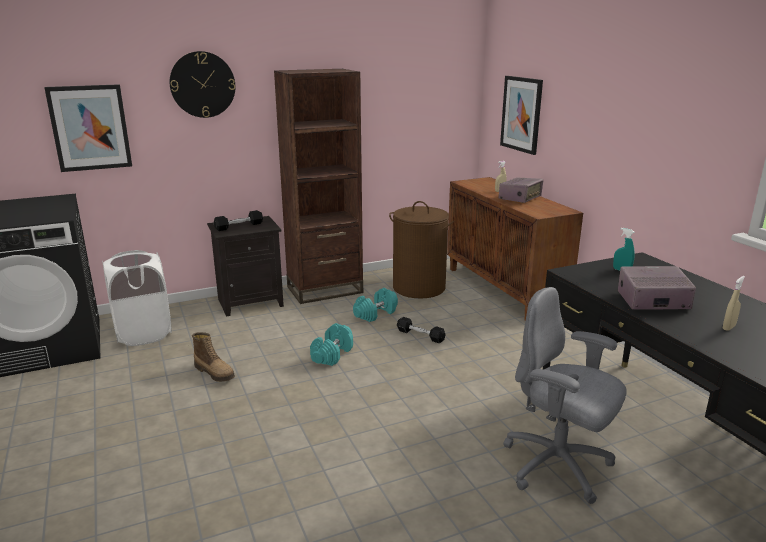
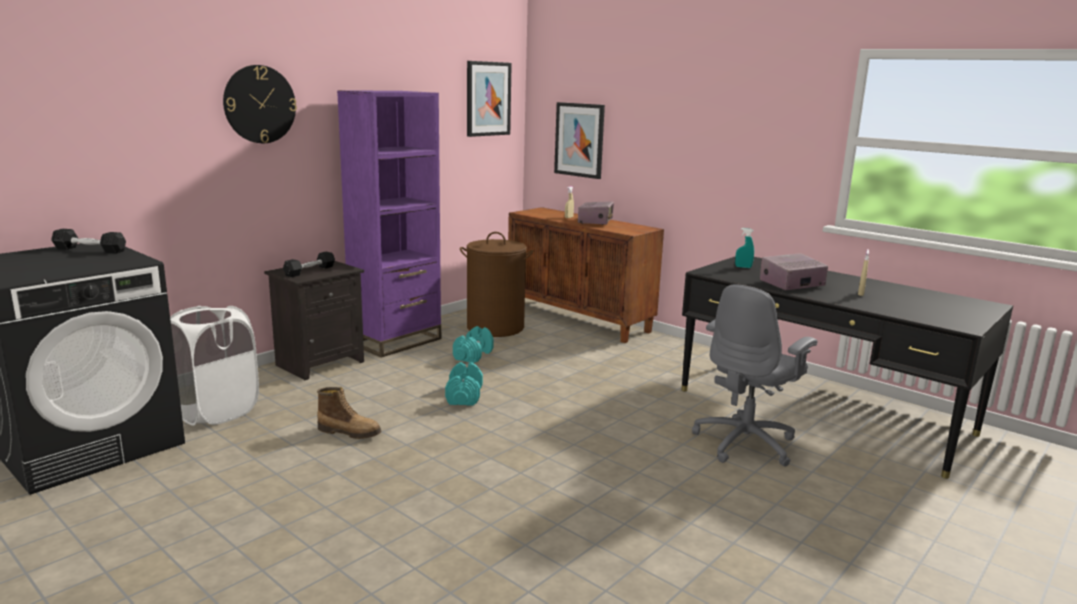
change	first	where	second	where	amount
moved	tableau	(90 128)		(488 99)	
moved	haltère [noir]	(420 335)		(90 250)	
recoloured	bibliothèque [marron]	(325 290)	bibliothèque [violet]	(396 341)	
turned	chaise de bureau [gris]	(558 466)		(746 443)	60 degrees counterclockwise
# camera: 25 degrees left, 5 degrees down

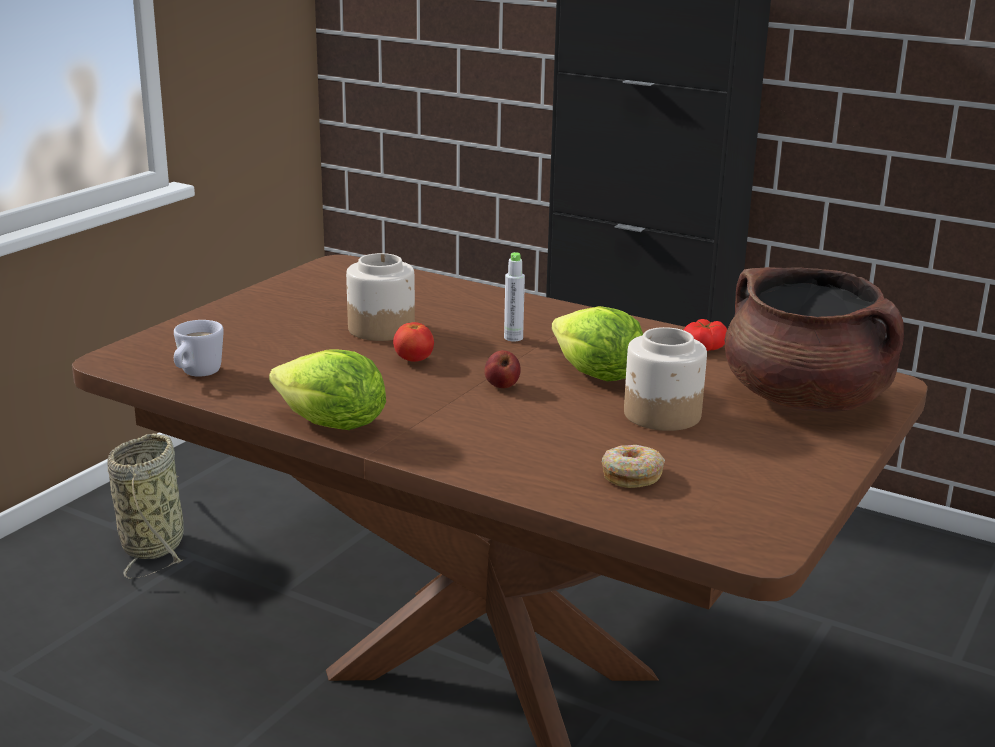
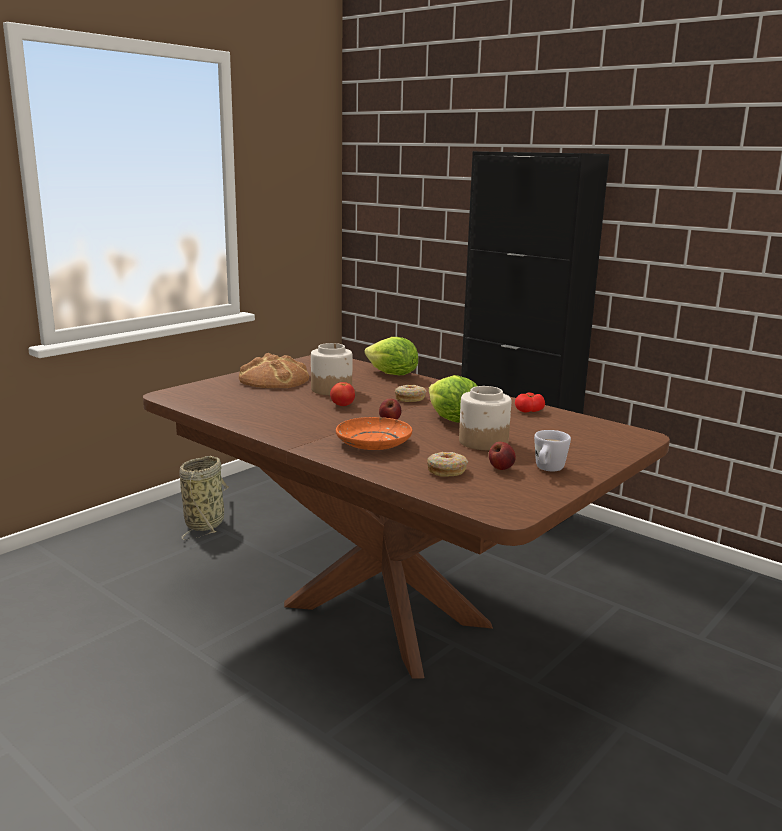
change	first	where	second	where	amount
removed	marmite [marron]	(805 400)			
added			pain	(274 379)	
added			assiette [orange]	(373 443)	
added			pomme	(501 468)	
moved	mug [blanc]	(196 374)		(547 470)	
moved	laitue	(332 426)		(392 375)	
replaced	bouteille [gris]	(513 338)	beignet	(410 398)	
# camera: 10 degrees right, 5 degrees down

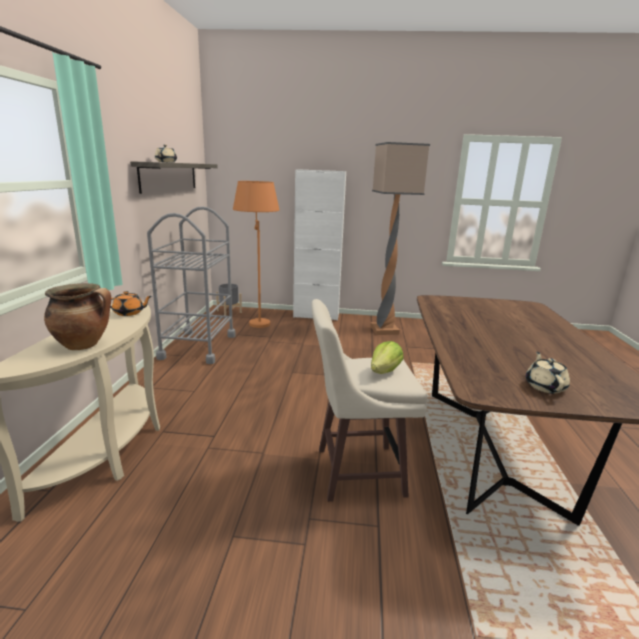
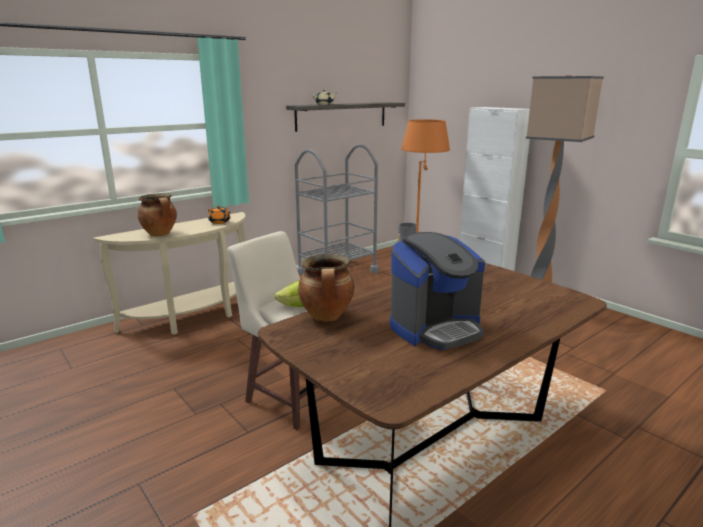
change	first	where	second	where	amount
removed	théière [beige]	(545 386)			
added			marmite	(327 317)	
added			machine à café	(436 328)	
# camera: 45 degrees right, 0 degrees up

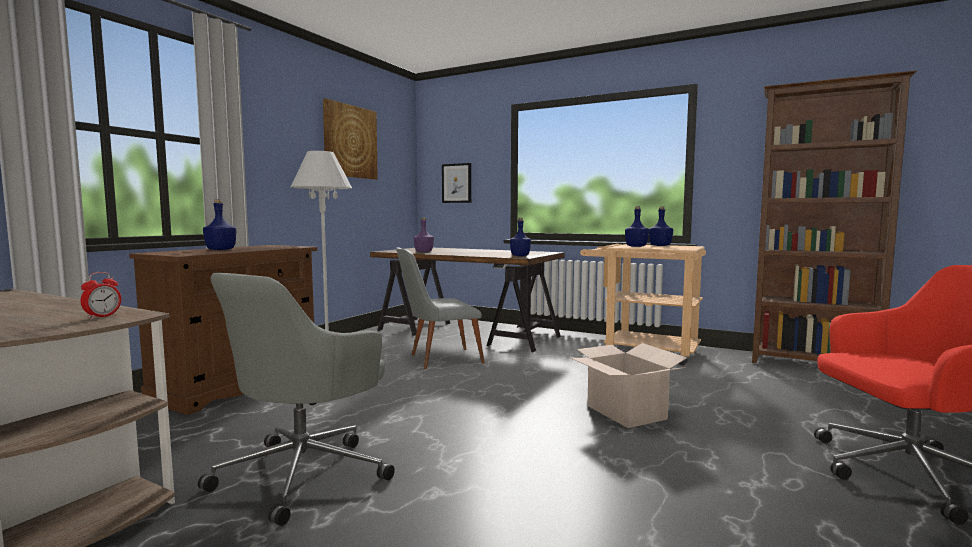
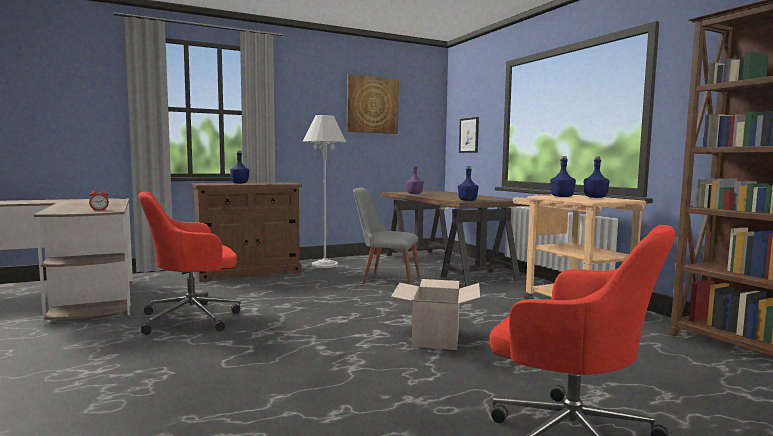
change	first	where	second	where	amount
recoloured	chaise de bureau [gris]	(305 473)	chaise de bureau [rouge]	(193 318)	
# camera: 35 degrees right, 0 degrees up

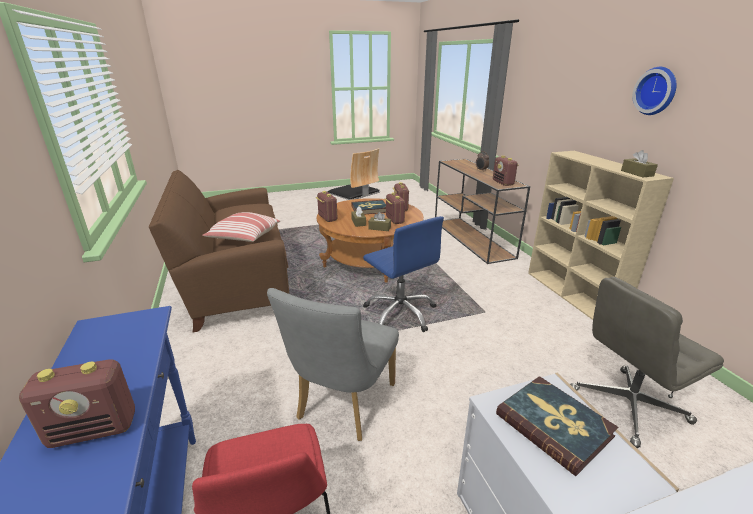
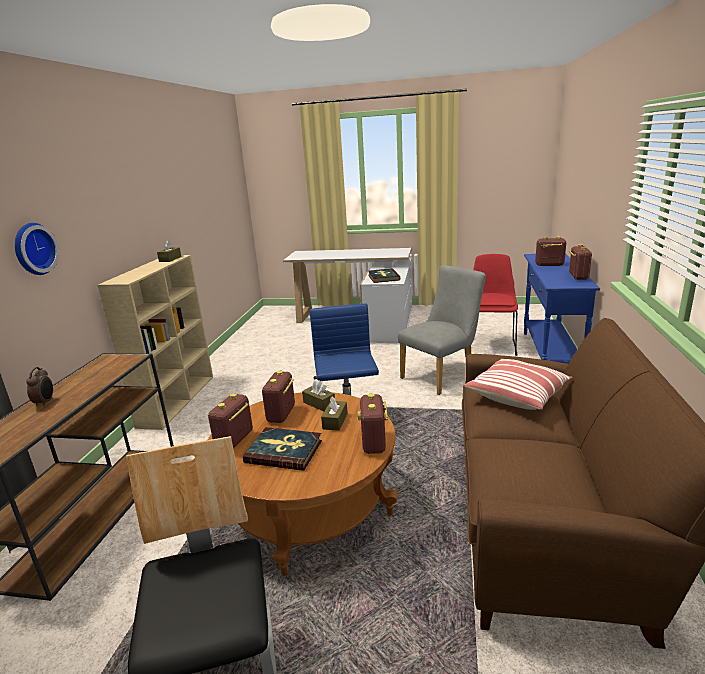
change	first	where	second	where	amount
removed	chaise de bureau [gris]	(627 406)			
moved	radio	(503 183)		(578 276)	
moved	horloge murale	(657 91)		(32 249)	
# camera: 150 degrees left, 5 degrees down

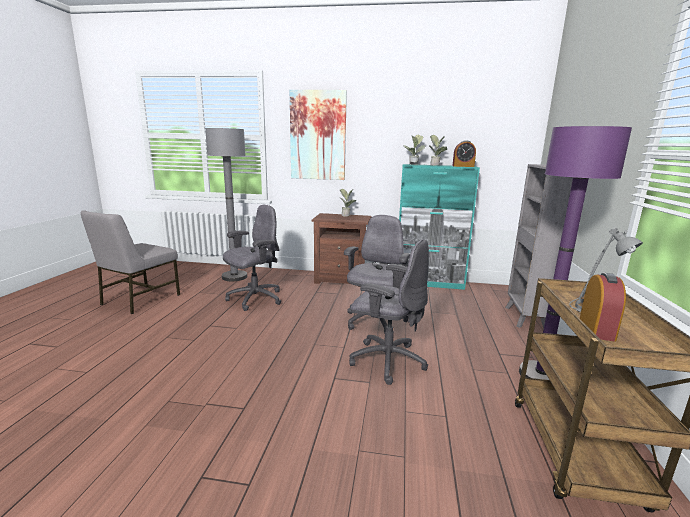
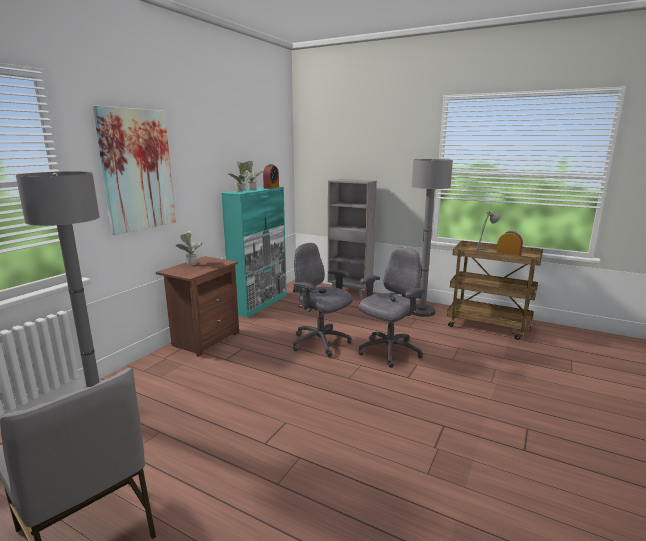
change	first	where	second	where	amount
removed	chaise de bureau [gris]	(254 299)			
recoloured	lampadaire [violet]	(541 376)	lampadaire [gris]	(421 311)	
# camera: 70 degrees left, 0 degrees up

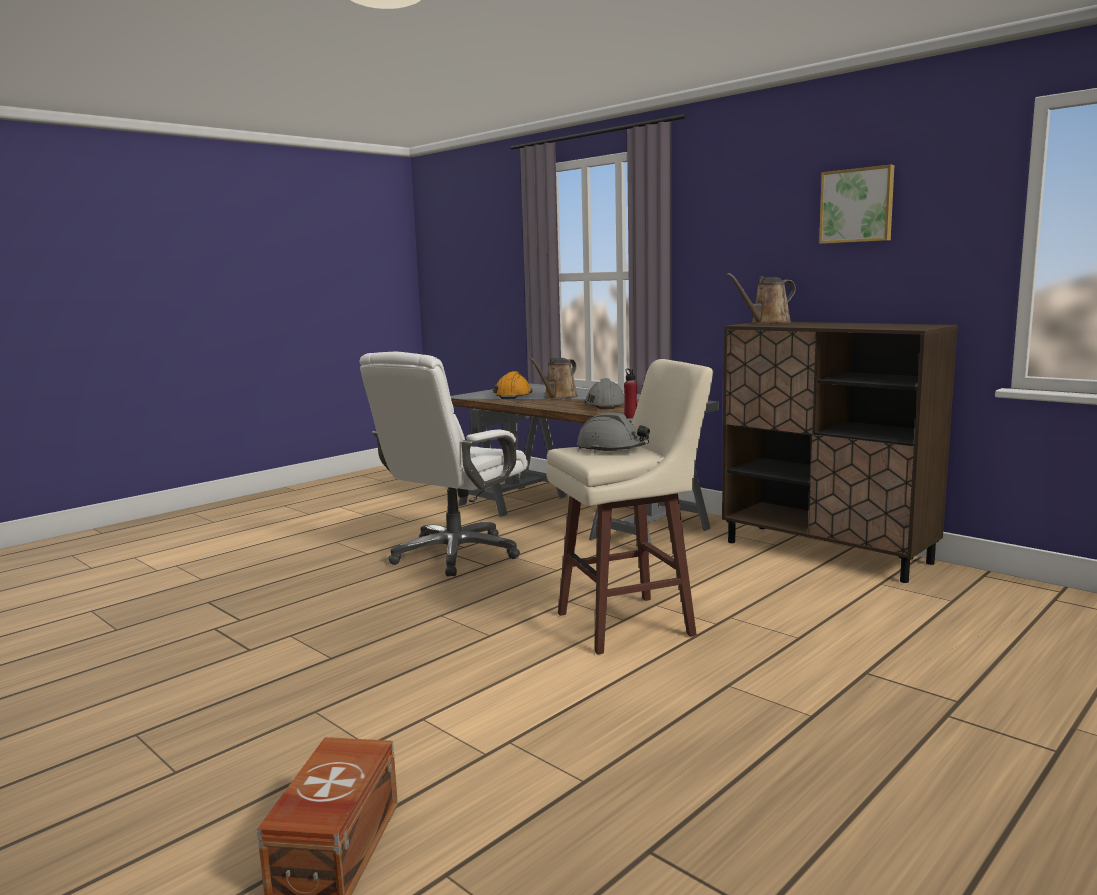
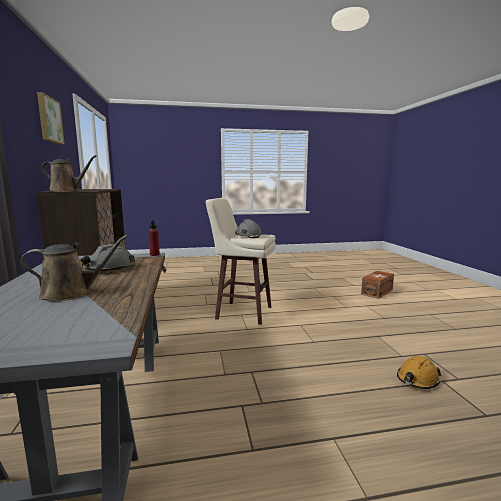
change	first	where	second	where	amount
removed	chaise de bureau [blanc]	(454 554)			
moved	casque de chantier [orange]	(513 395)		(417 380)	
# camera: 145 degrees left, 0 degrees up

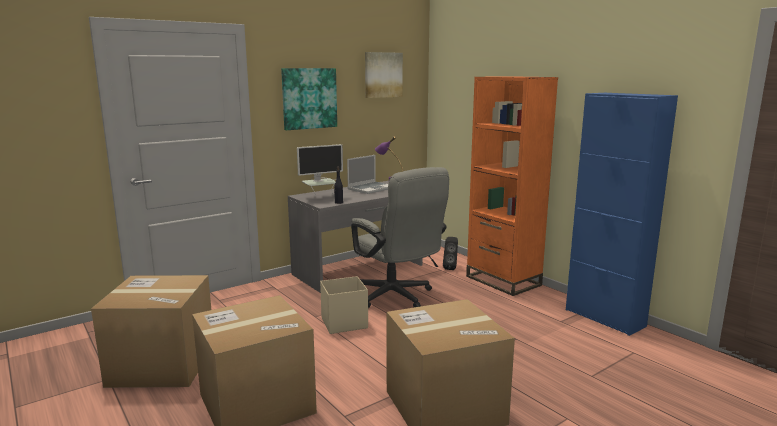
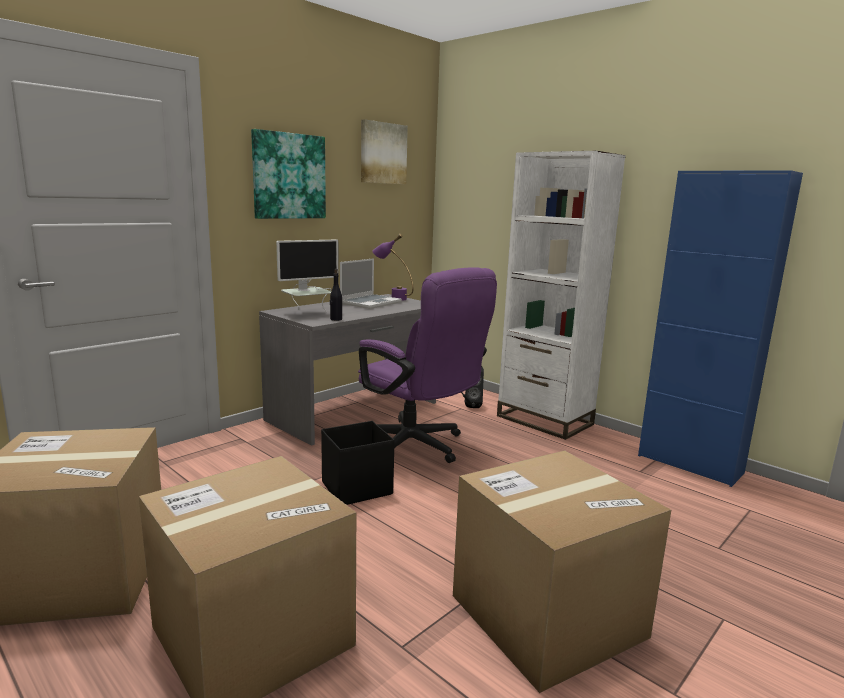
change	first	where	second	where	amount
recoloured	boîte de rangement [beige]	(343 323)	boîte de rangement [noir]	(355 488)	
recoloured	chaise de bureau [gris]	(396 297)	chaise de bureau [violet]	(417 447)	
recoloured	bibliothèque [orange]	(503 281)	bibliothèque [blanc]	(544 420)	
# camera: 10 degrees left, 0 degrees up

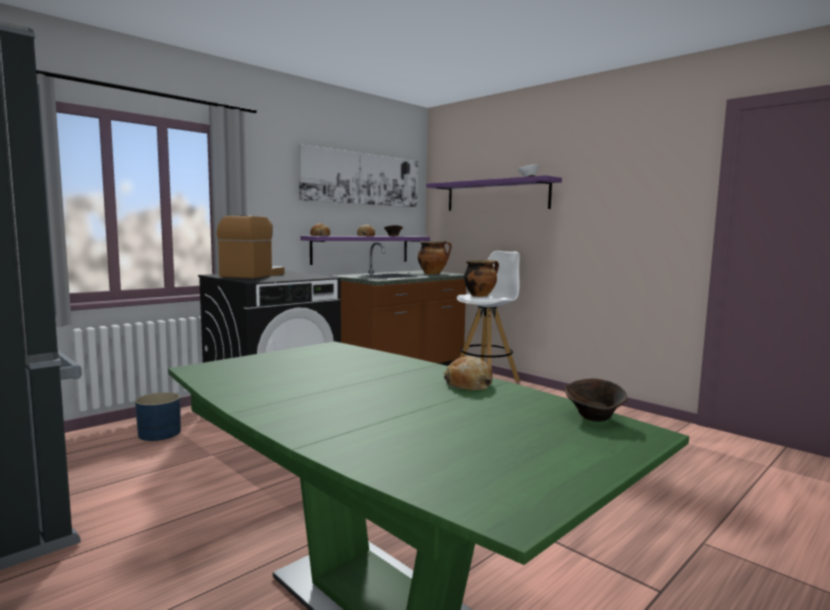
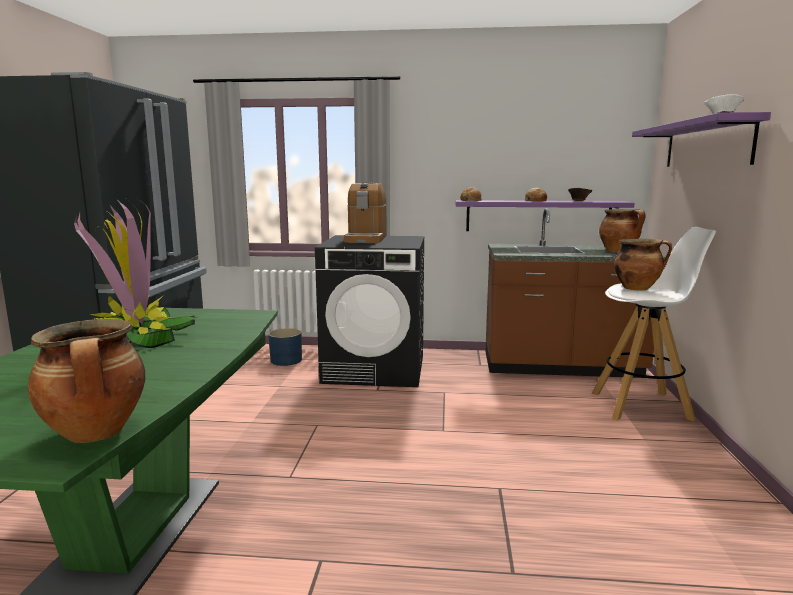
change	first	where	second	where	amount
removed	tableau	(362 179)			
removed	pain	(468 384)			
added			plante en pot	(136 338)	
replaced	bol [marron]	(594 418)	marmite	(97 433)	
turned	machine à café	(253 275)		(366 239)	120 degrees clockwise
# camera: 50 degrees right, 5 degrees up

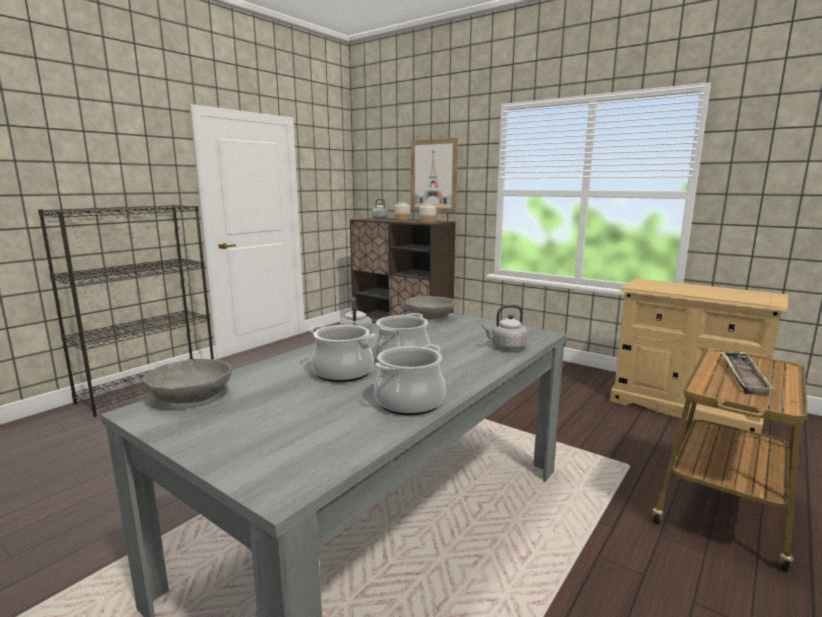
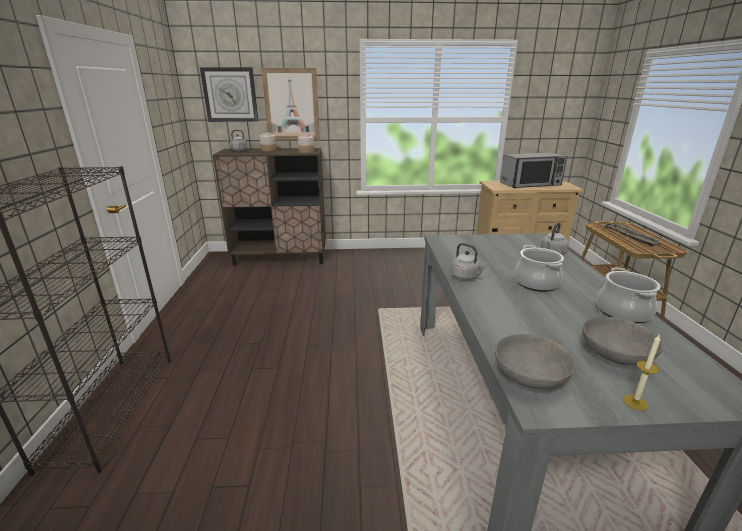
change	first	where	second	where	amount
removed	marmite	(342 373)			
added			horloge murale	(230 95)	
added			micro-ondes	(530 184)	
added			bougie	(635 402)	
moved	bol [gris]	(429 318)		(614 355)	
# camera: 40 degrees left, 10 degrees up

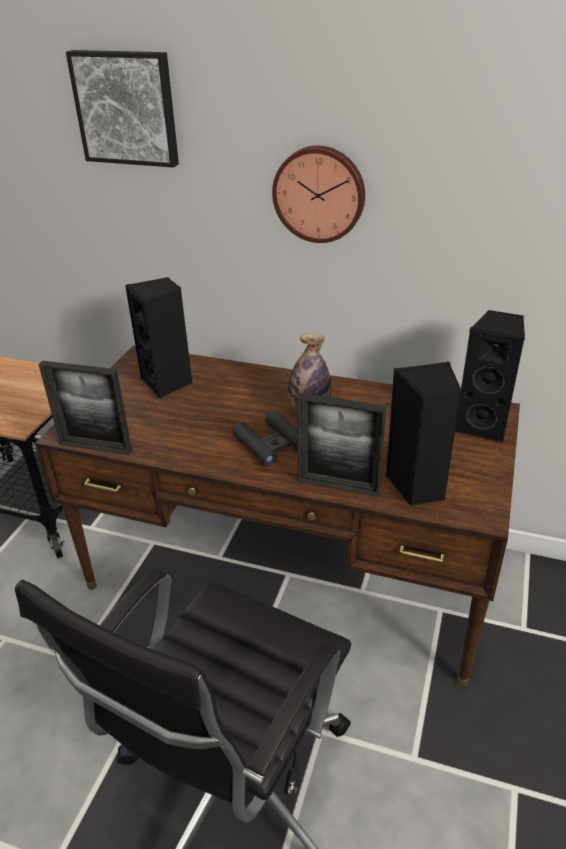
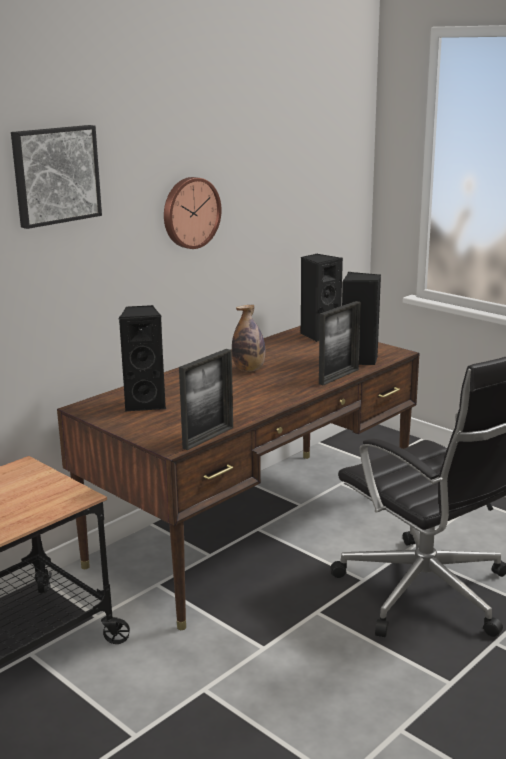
change	first	where	second	where	amount
removed	jumelles [noir]	(271 444)			
# camera: 65 degrees left, 15 degrees down

